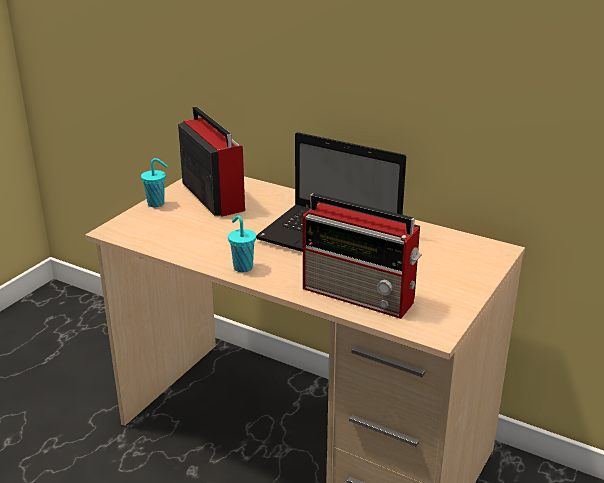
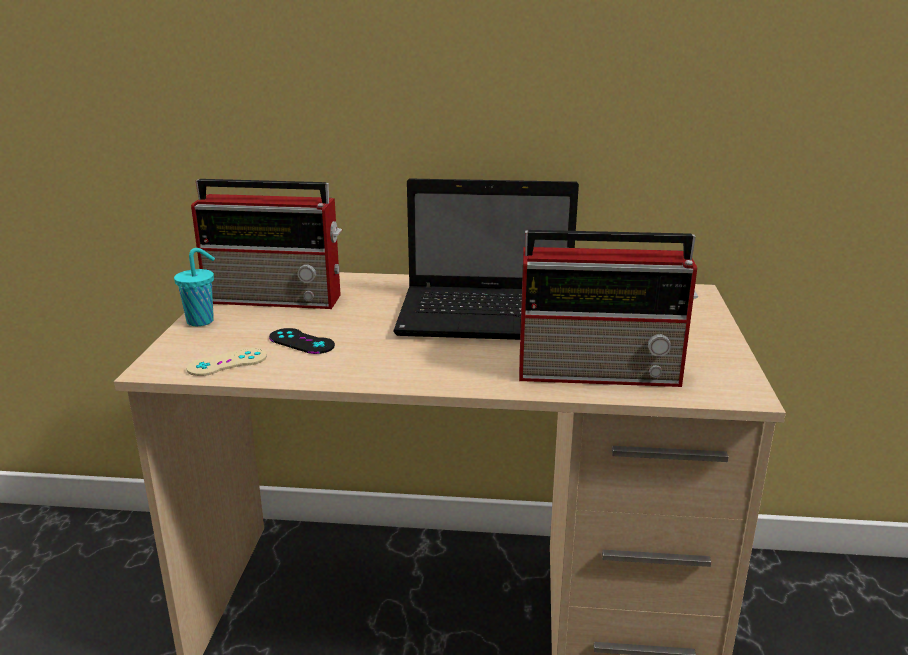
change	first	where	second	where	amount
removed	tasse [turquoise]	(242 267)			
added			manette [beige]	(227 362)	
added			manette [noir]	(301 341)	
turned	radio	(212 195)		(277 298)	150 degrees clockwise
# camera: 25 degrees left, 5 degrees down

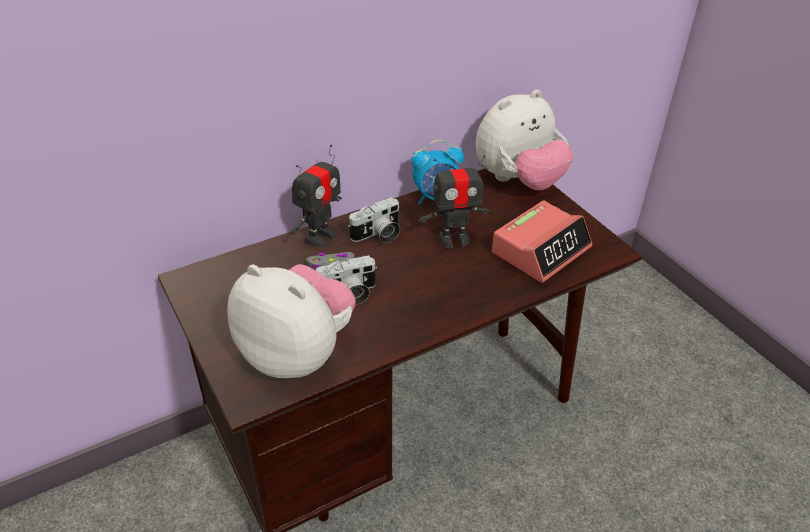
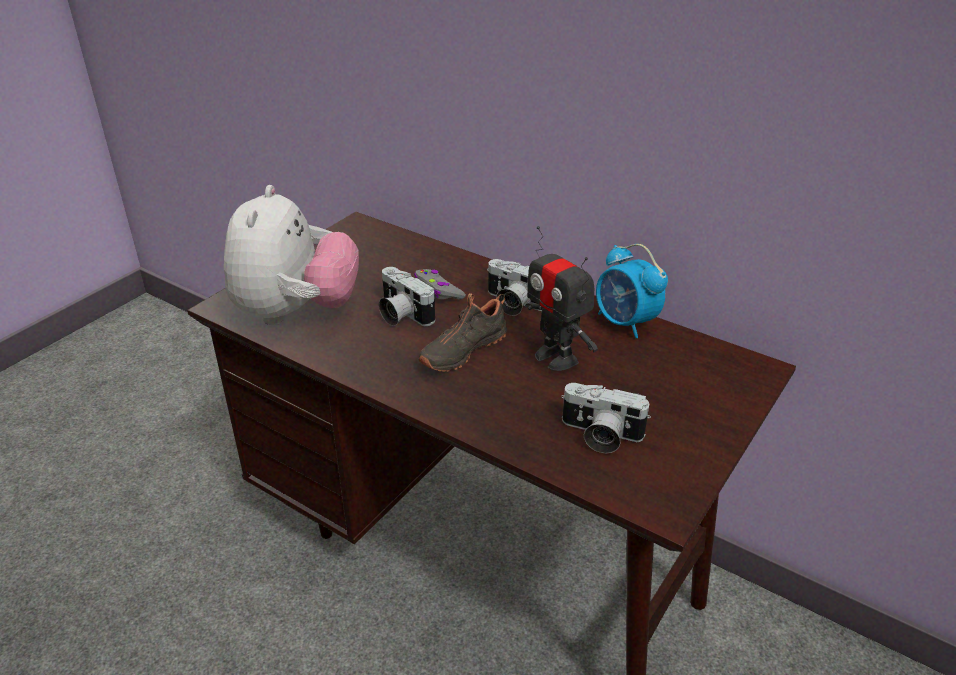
change	first	where	second	where	amount
removed	robot jouet	(320 237)			
removed	peluche	(518 181)			
added			chaussure [noir]	(462 349)	
replaced	réveil	(541 250)	appareil photo	(600 435)	
# camera: 65 degrees right, 5 degrees down

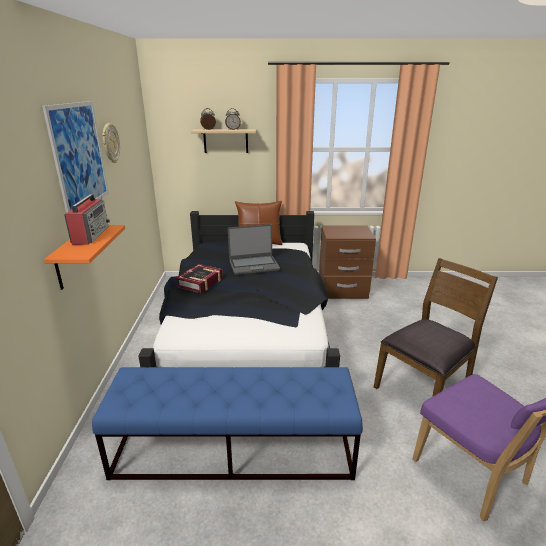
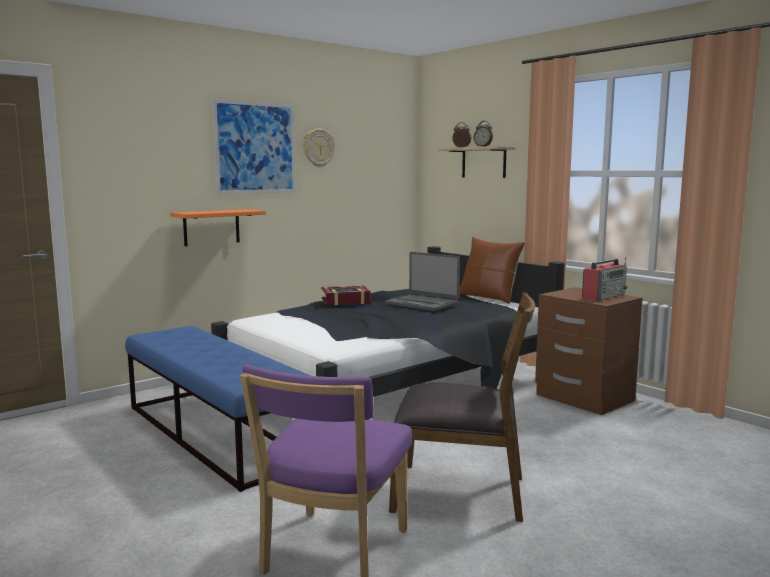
change	first	where	second	where	amount
moved	radio	(91 235)		(604 296)	
# camera: 50 degrees right, 15 degrees down

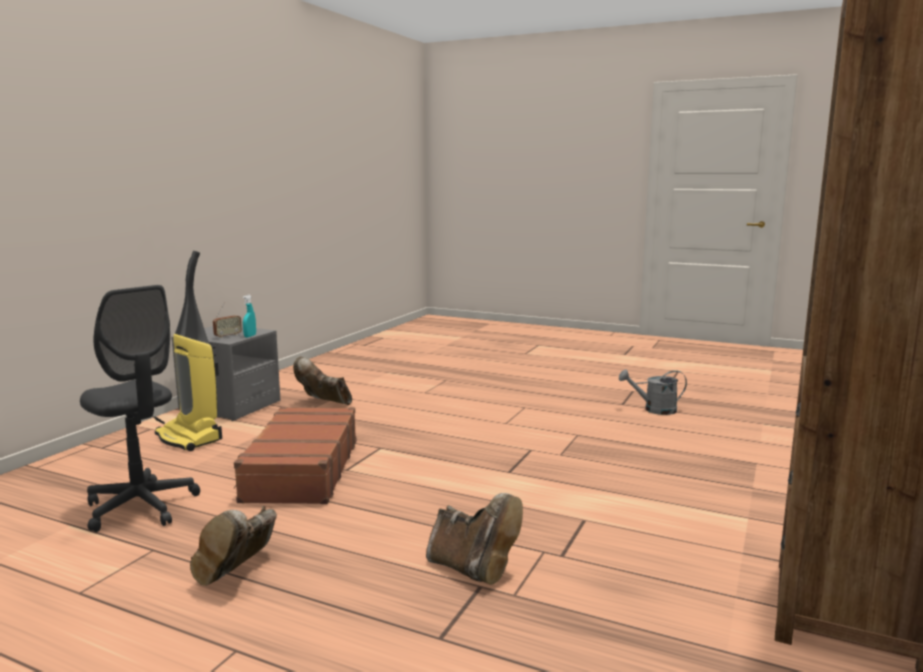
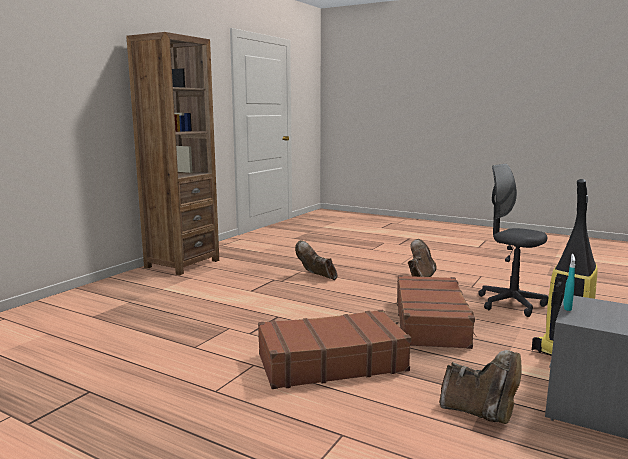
change	first	where	second	where	amount
removed	radio	(228 336)			
removed	arrosoir [gris]	(654 410)			
added			valise [marron]	(331 362)	
# camera: 175 degrees left, 0 degrees up

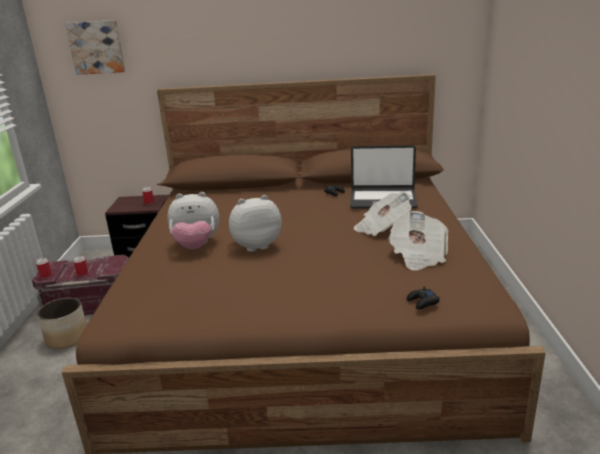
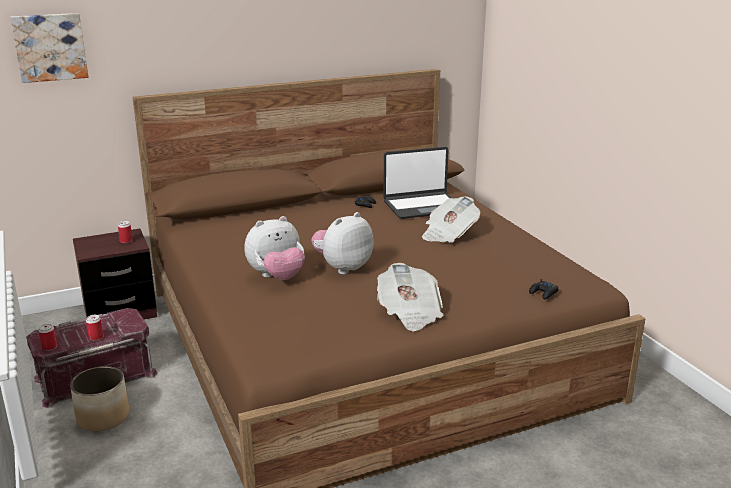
change	first	where	second	where	amount
moved	journal	(418 255)		(409 313)	
# camera: 25 degrees left, 0 degrees up

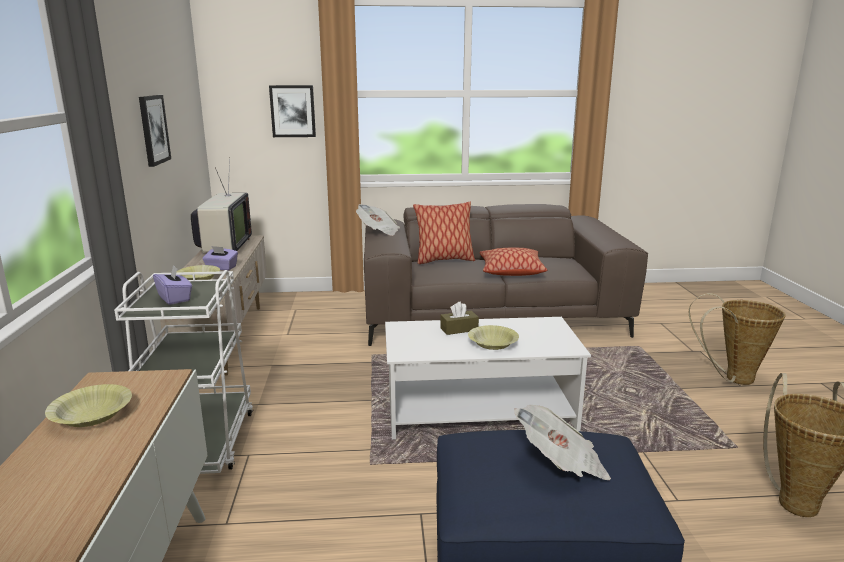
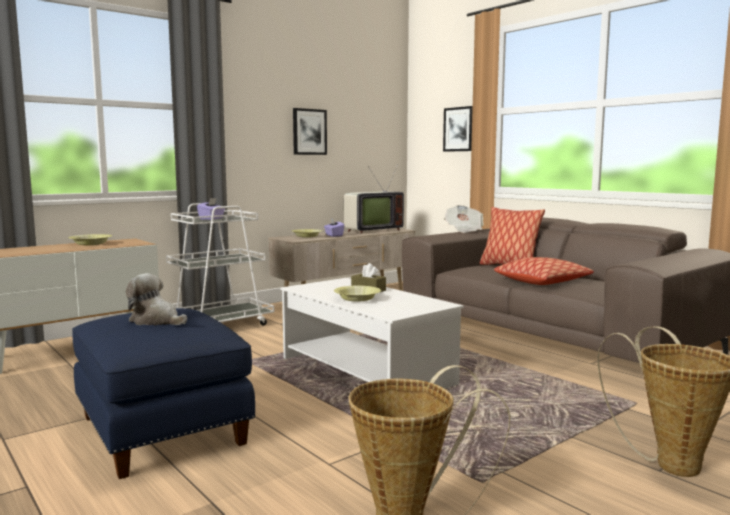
change	first	where	second	where	amount
replaced	journal	(561 464)	peluche	(156 321)	
# camera: 55 degrees right, 10 degrees down

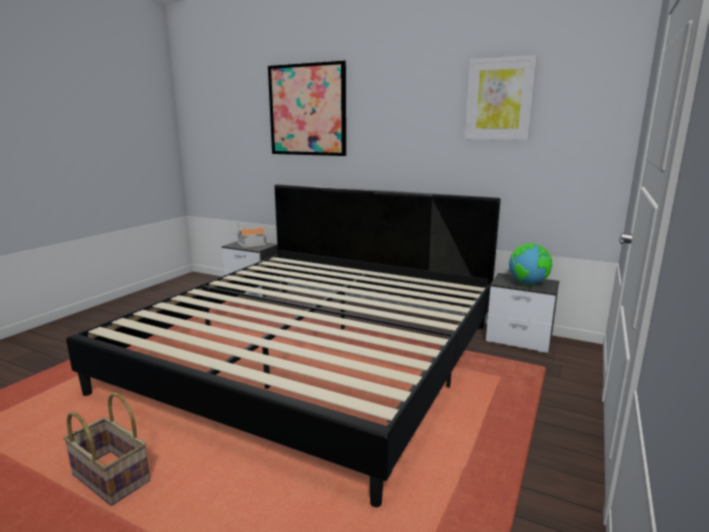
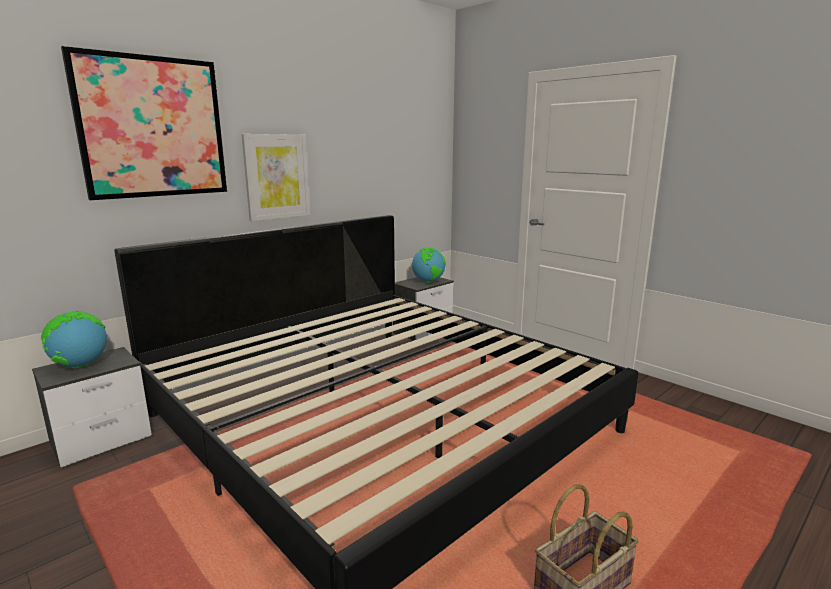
change	first	where	second	where	amount
moved	tableau	(499 99)		(277 176)	
replaced	maison miniature	(249 244)	globe	(80 365)	
# camera: 70 degrees left, 0 degrees up

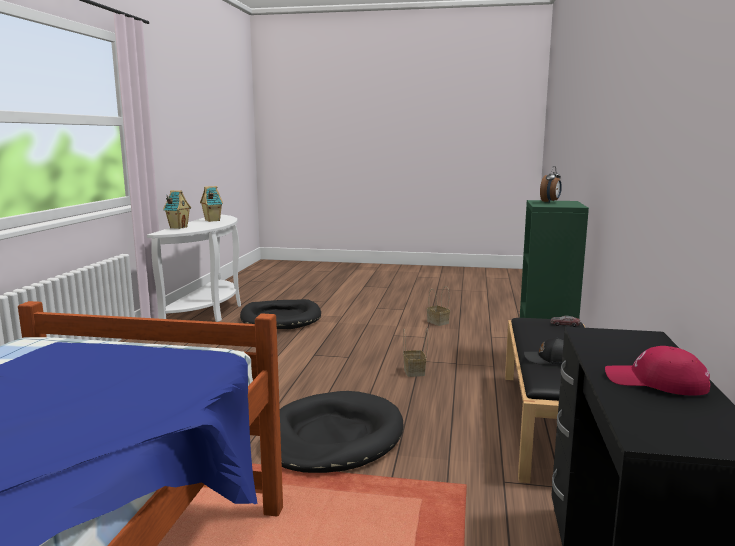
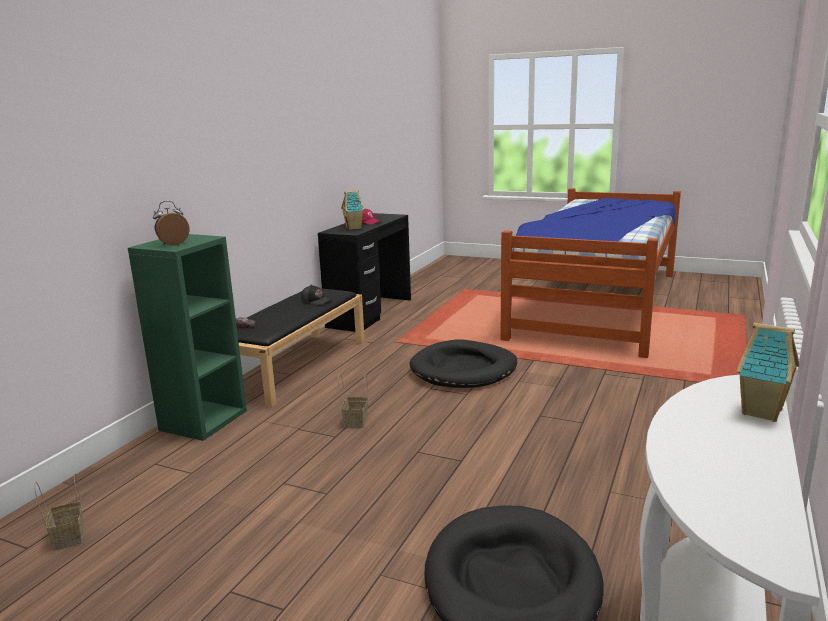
change	first	where	second	where	amount
moved	maison miniature	(212 220)		(354 228)	
moved	panier	(438 322)		(68 536)	
# camera: 165 degrees left, 5 degrees up

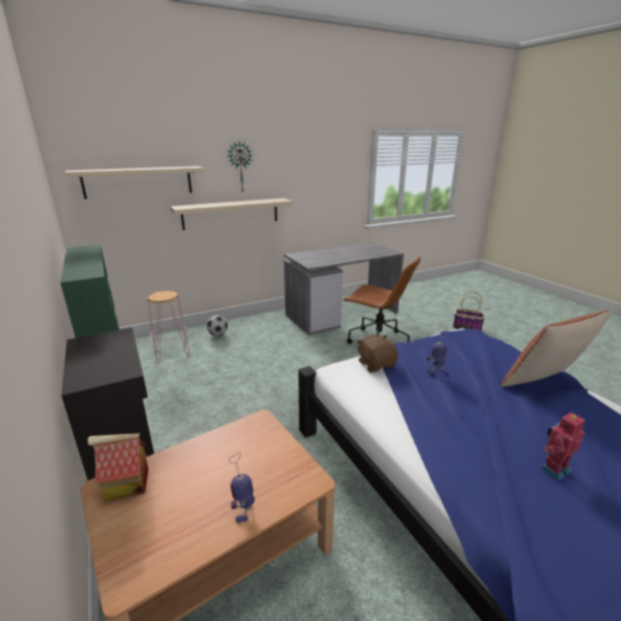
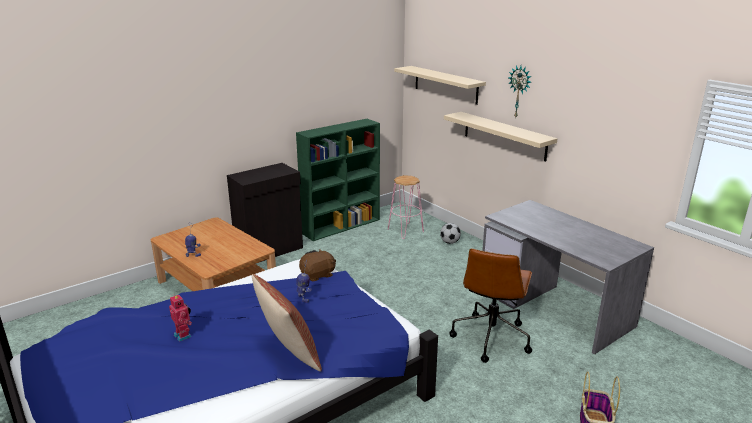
change	first	where	second	where	amount
removed	maison miniature	(126 485)			
# camera: 80 degrees right, 0 degrees up

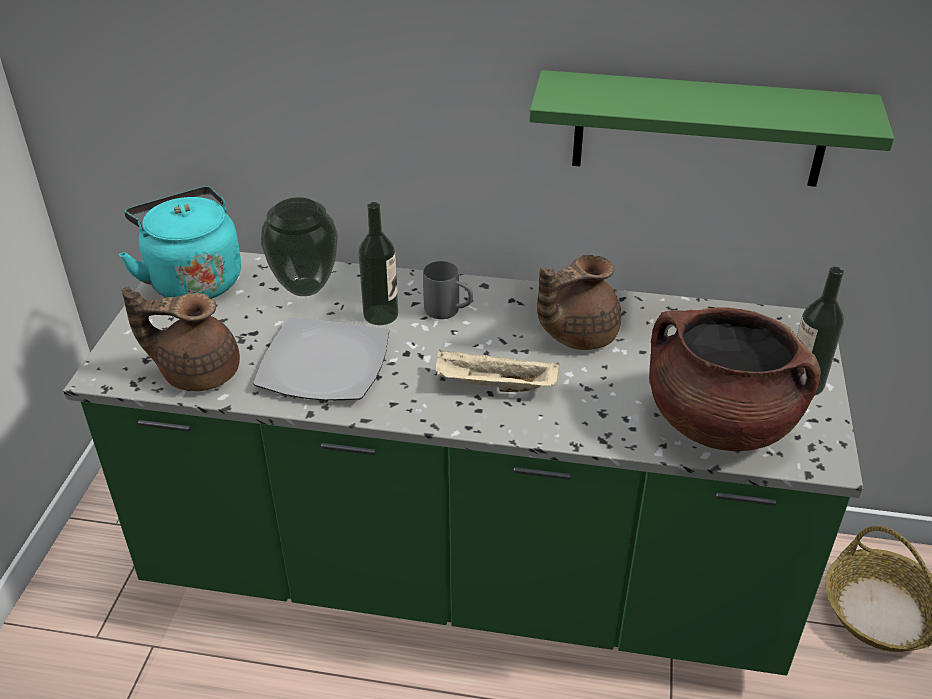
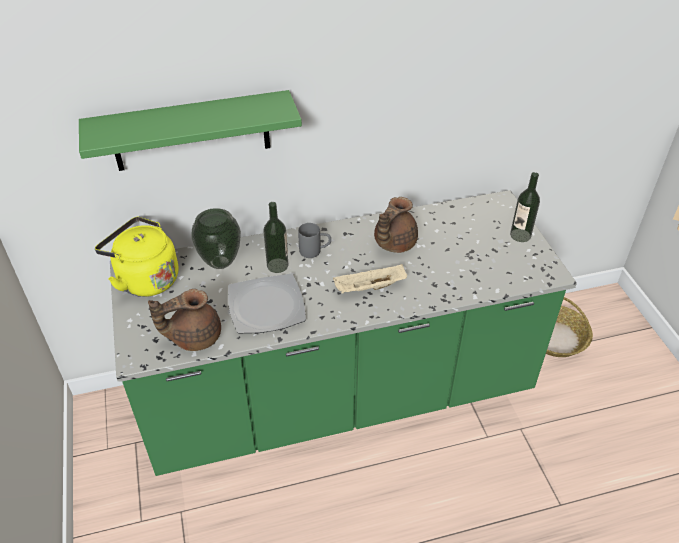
change	first	where	second	where	amount
removed	marmite [marron]	(718 422)			
moved	étagère [vert]	(699 129)		(191 131)	
recoloured	bouilloire [turquoise]	(193 280)	bouilloire [jaune]	(145 279)	
# camera: 25 degrees left, 5 degrees up

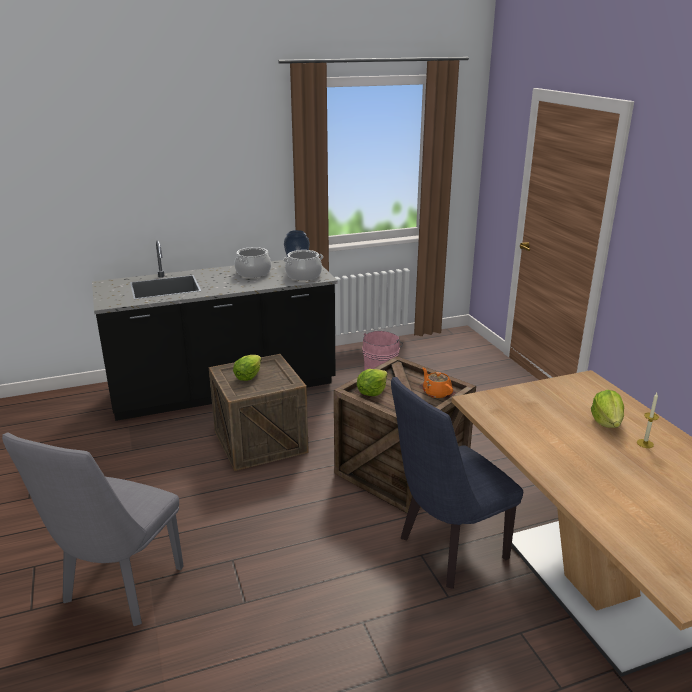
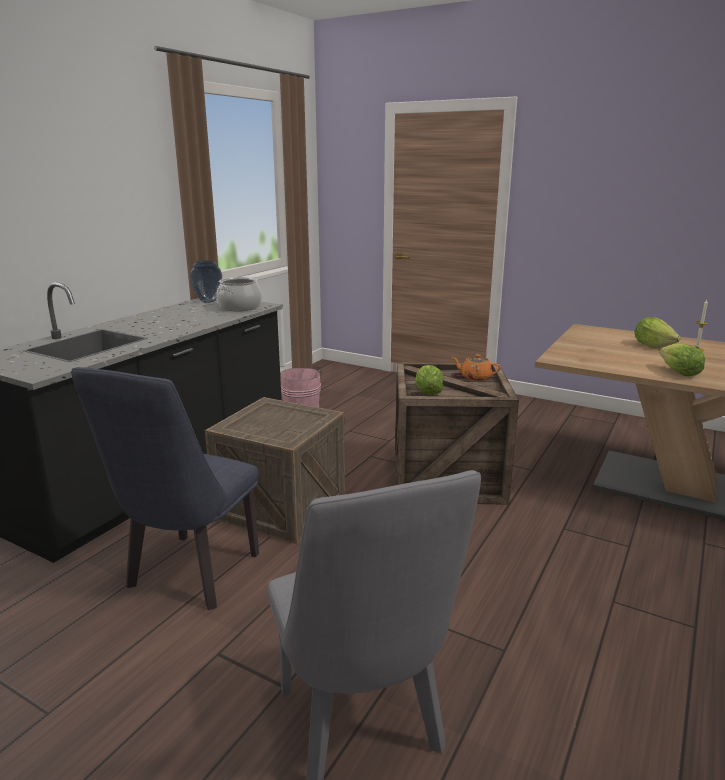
change	first	where	second	where	amount
removed	marmite	(253 273)			
moved	laitue	(248 376)		(679 373)	
moved	chaise [bleu]	(446 551)		(189 577)	
# camera: 40 degrees left, 5 degrees down

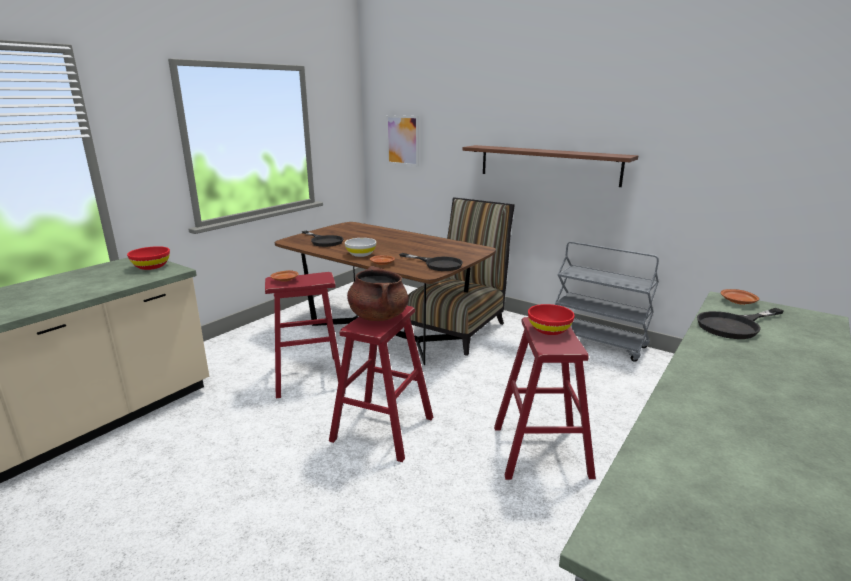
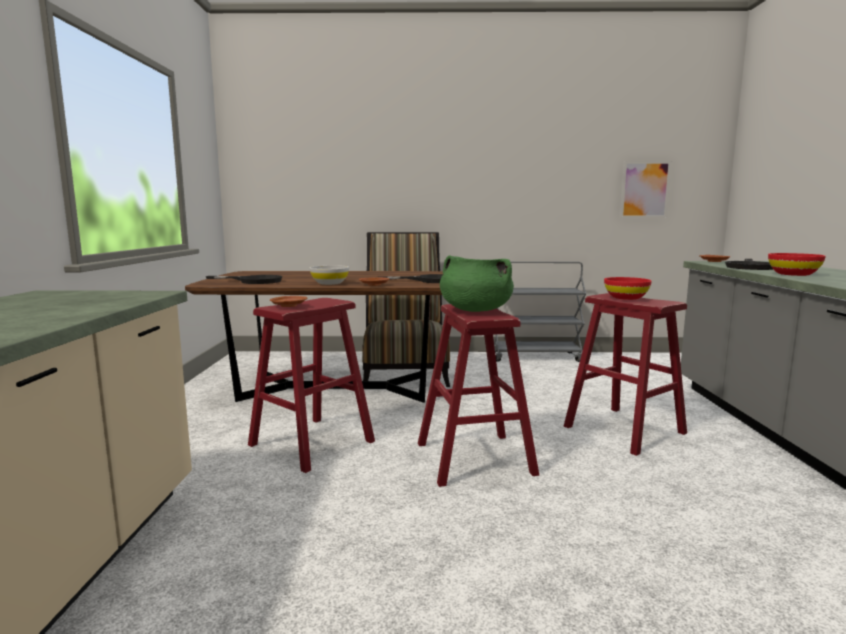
change	first	where	second	where	amount
removed	étagère [marron]	(548 165)			
moved	bol [rouge]	(151 266)		(793 274)	
moved	tableau	(402 140)		(645 189)	
recoloured	marmite [marron]	(378 316)	marmite [vert]	(475 310)	
# camera: 35 degrees left, 10 degrees down

